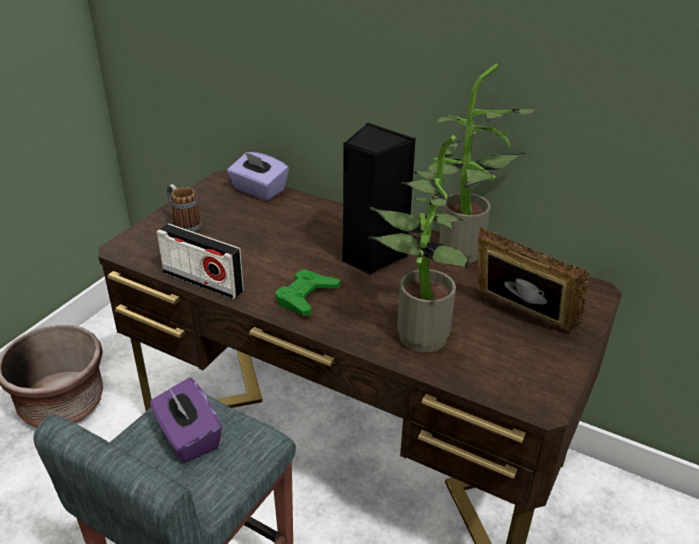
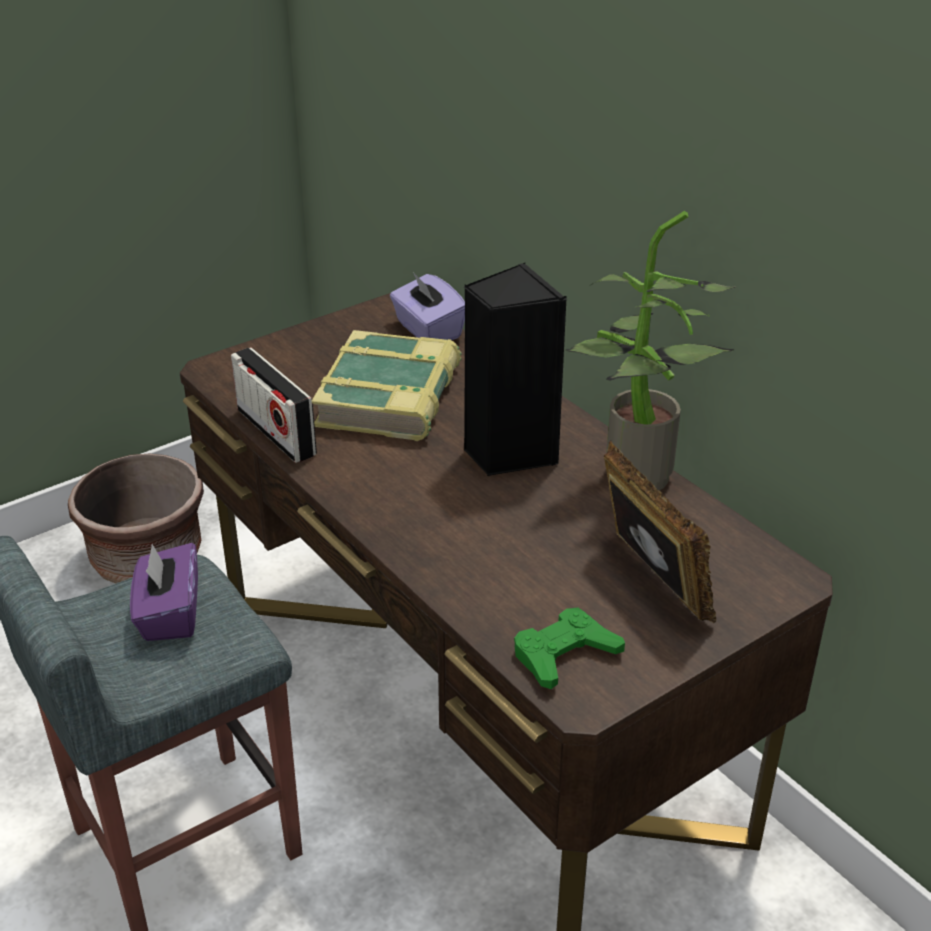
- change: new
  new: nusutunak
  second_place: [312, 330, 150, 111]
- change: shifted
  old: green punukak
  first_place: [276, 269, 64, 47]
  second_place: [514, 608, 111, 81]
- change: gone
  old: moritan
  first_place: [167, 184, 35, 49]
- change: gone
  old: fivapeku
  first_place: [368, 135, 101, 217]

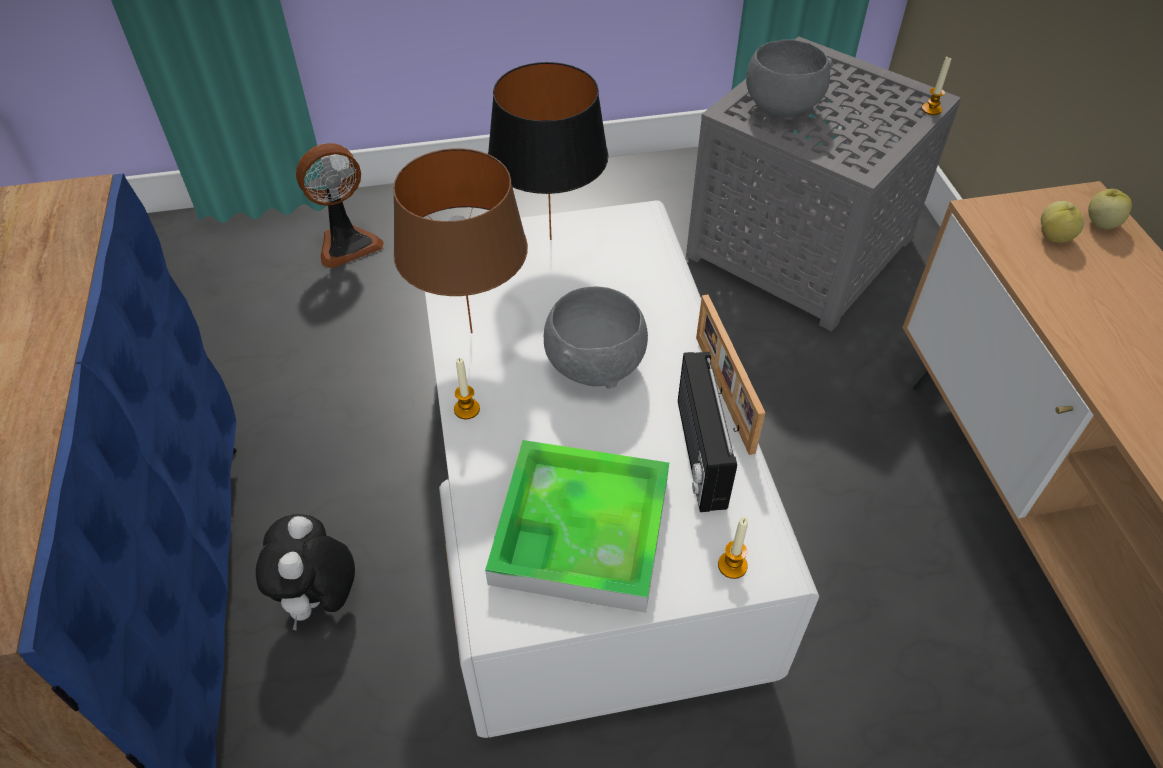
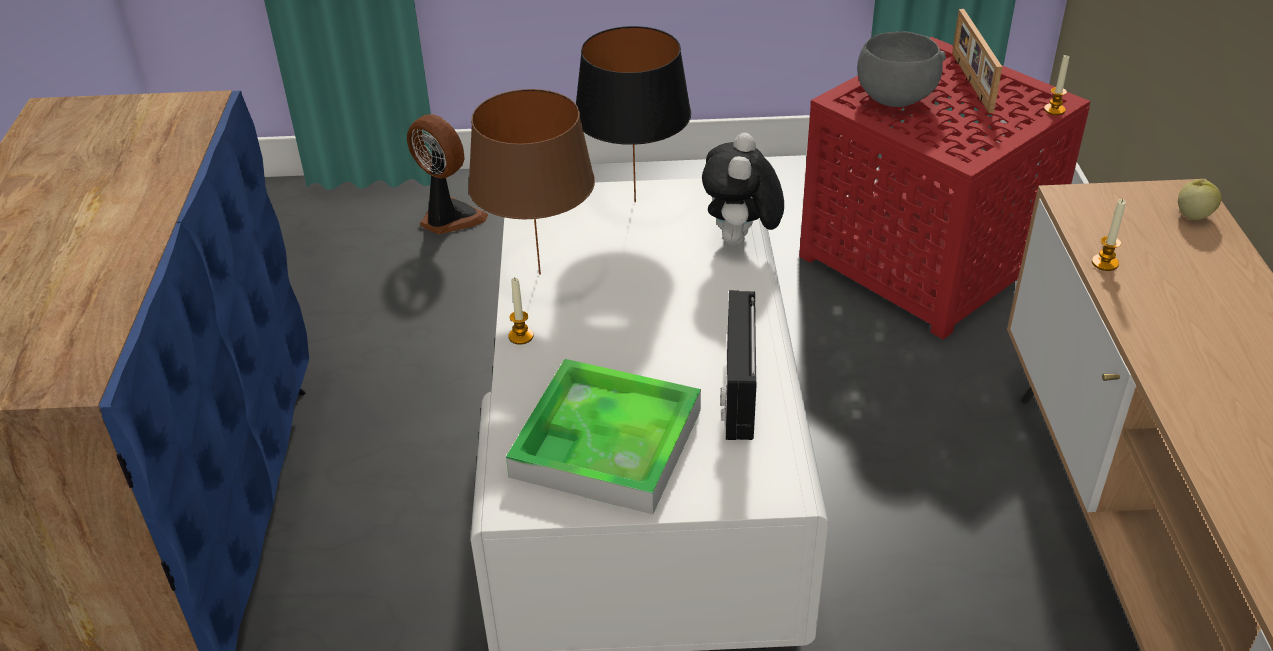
- change: rotated
  old: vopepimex
  first_place: [296, 143, 88, 126]
  second_place: [407, 114, 81, 120]
  degrees: -120
- change: shifted
  old: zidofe
  first_place: [256, 514, 99, 117]
  second_place: [702, 133, 82, 113]
- change: repainted
  old: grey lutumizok
  new: red lutumizok
  first_place: [686, 37, 275, 295]
  second_place: [799, 37, 291, 302]
- change: shifted
  old: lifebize
  first_place: [696, 294, 69, 161]
  second_place: [952, 9, 50, 104]
- change: shifted
  old: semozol
  first_place: [718, 517, 30, 62]
  second_place: [1092, 199, 34, 72]
- change: gone
  old: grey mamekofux
  first_place: [544, 287, 104, 102]
- change: gone
  old: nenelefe
  first_place: [1041, 201, 43, 42]

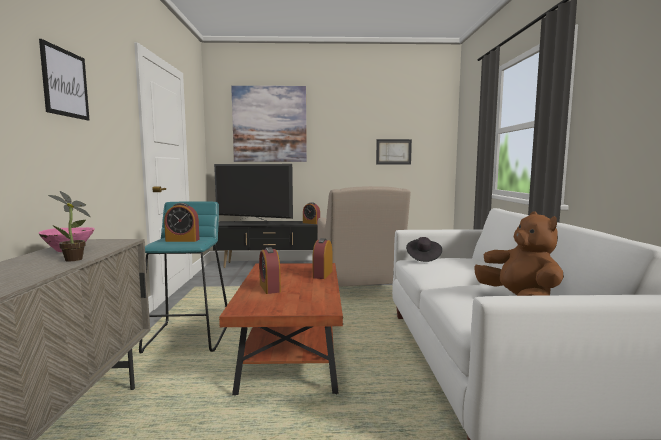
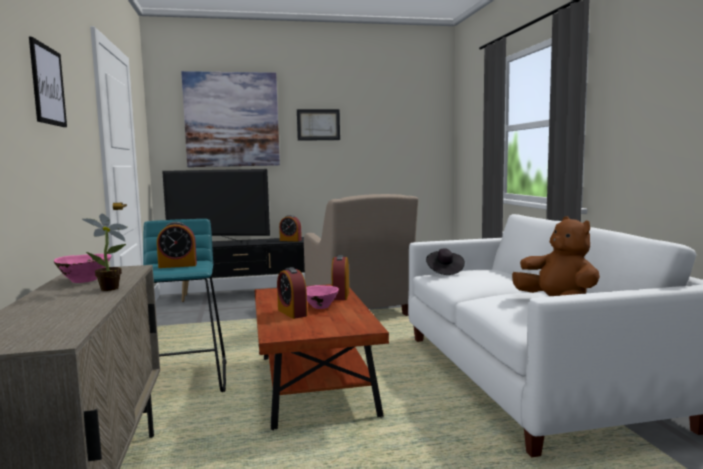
- change: shifted
  old: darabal
  first_place: [376, 139, 36, 26]
  second_place: [297, 109, 43, 32]
- change: new
  new: pink mamekofux
  second_place: [306, 285, 33, 24]

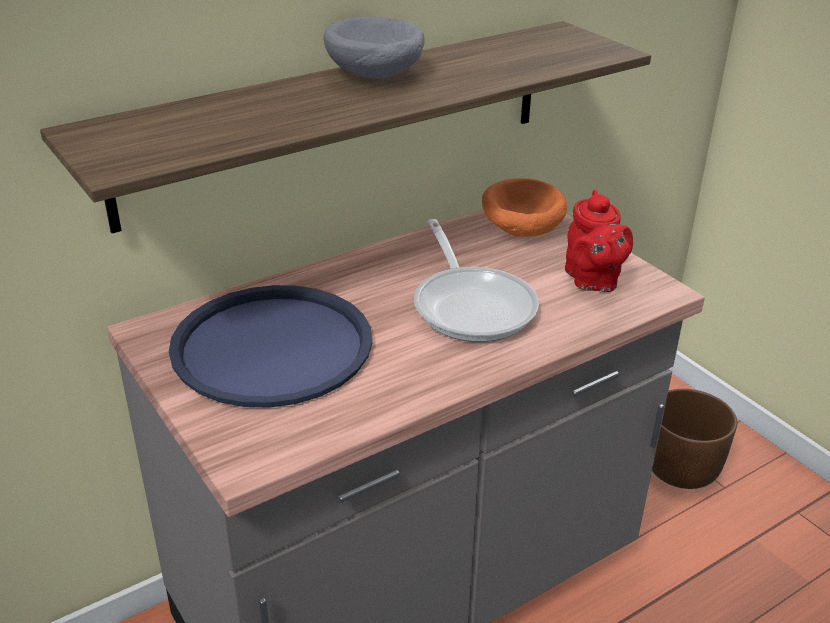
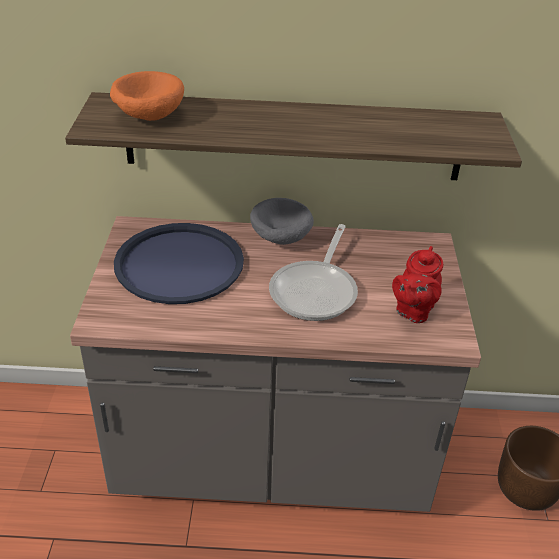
- change: shifted
  old: orange mamekofux
  first_place: [482, 178, 85, 59]
  second_place: [110, 71, 74, 50]
- change: shifted
  old: grey mamekofux
  first_place: [323, 16, 101, 63]
  second_place: [250, 198, 64, 47]

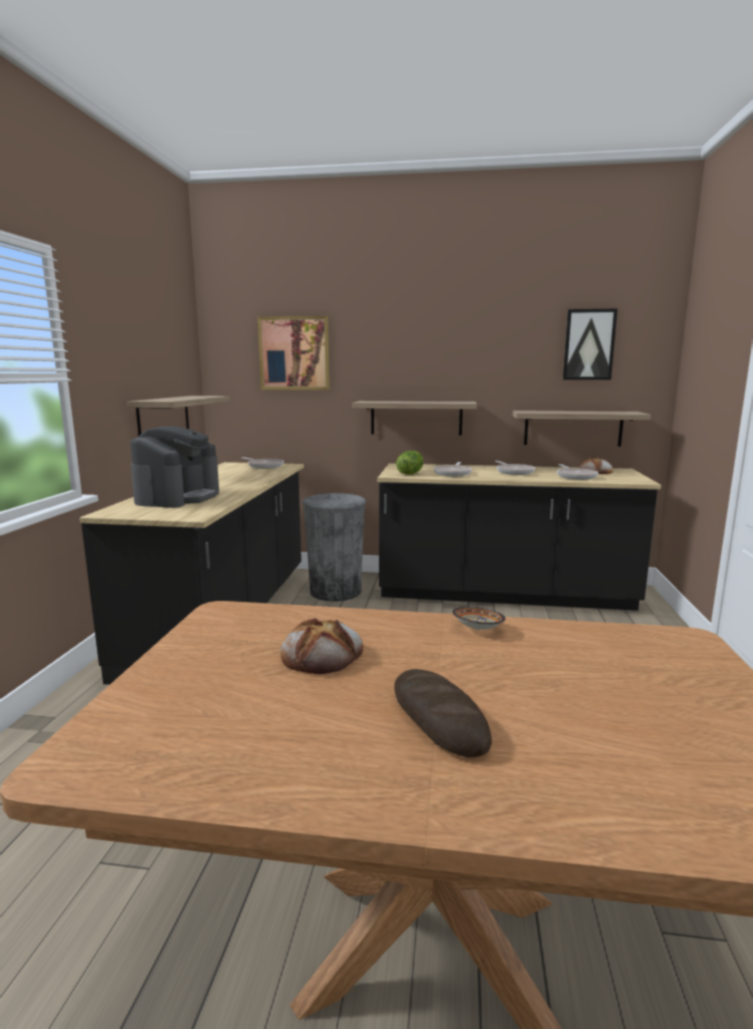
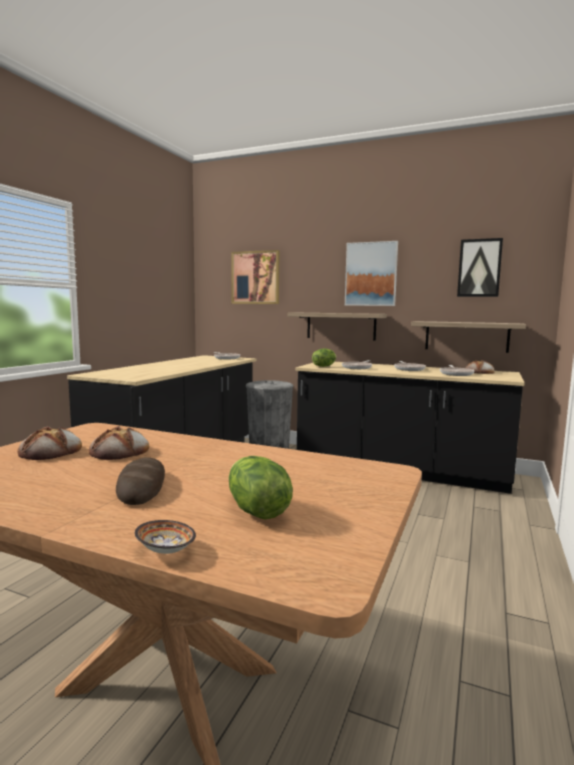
- change: new
  new: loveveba
  second_place: [17, 426, 65, 34]
- change: shifted
  old: mamekofux
  first_place: [452, 607, 53, 23]
  second_place: [135, 520, 61, 34]
- change: new
  new: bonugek
  second_place: [229, 456, 64, 63]
- change: new
  new: darabal
  second_place: [345, 241, 53, 65]
- change: gone
  old: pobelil
  first_place: [127, 396, 103, 41]
- change: gone
  old: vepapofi
  first_place: [130, 426, 89, 82]

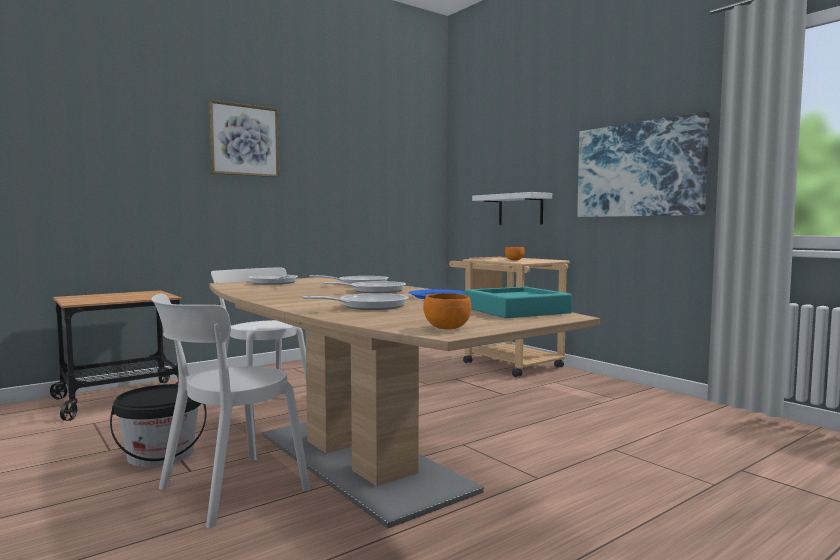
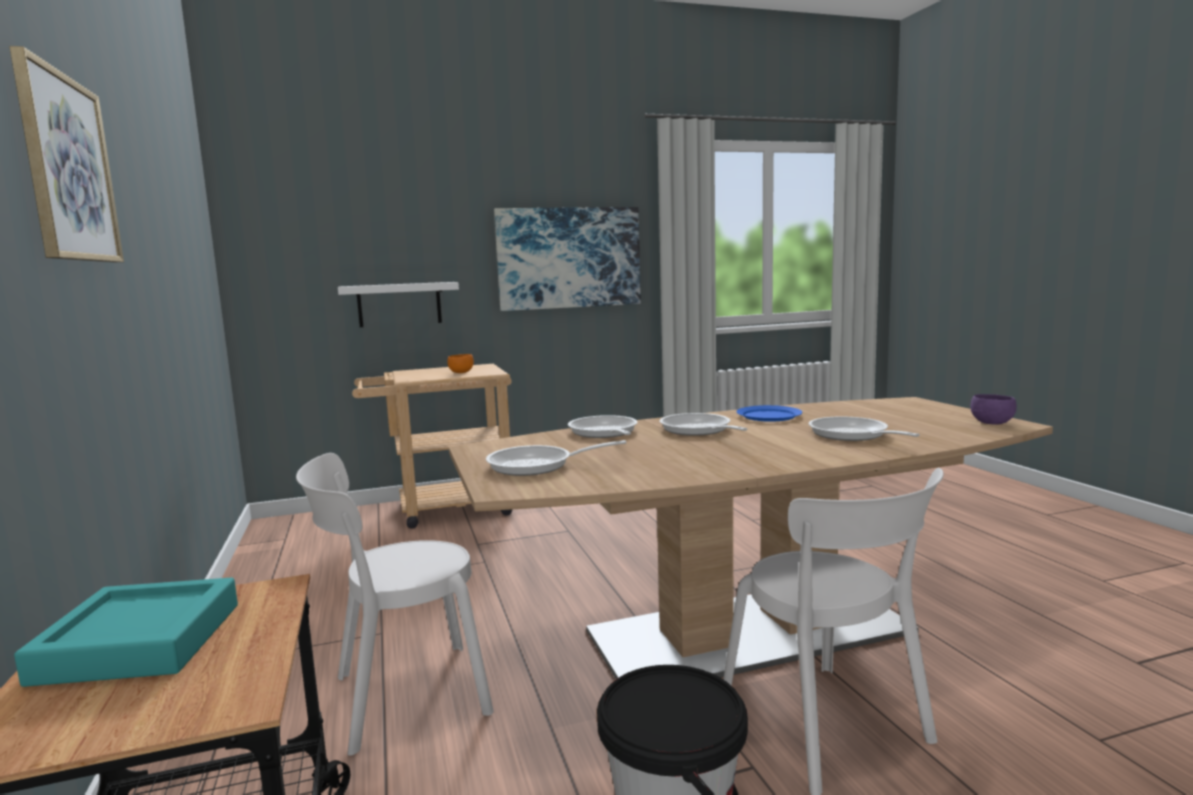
- change: shifted
  old: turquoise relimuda
  first_place: [465, 287, 107, 31]
  second_place: [14, 578, 224, 109]
- change: repainted
  old: orange mamekofux
  new: purple mamekofux
  first_place: [423, 293, 48, 36]
  second_place: [971, 394, 46, 31]

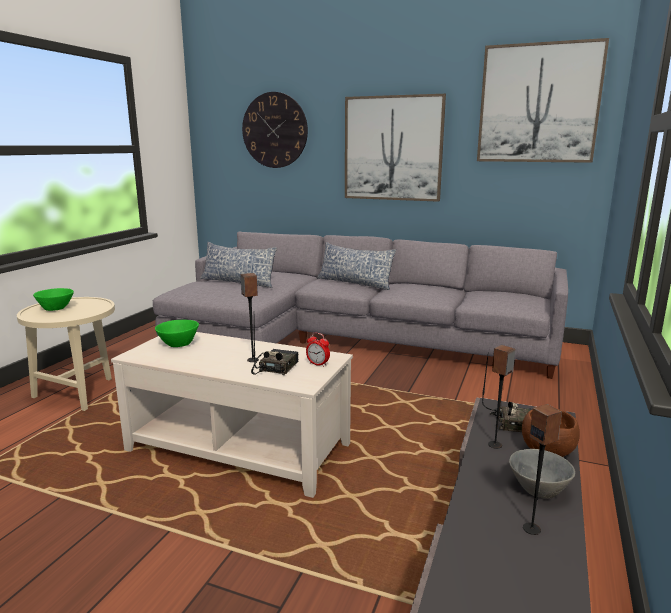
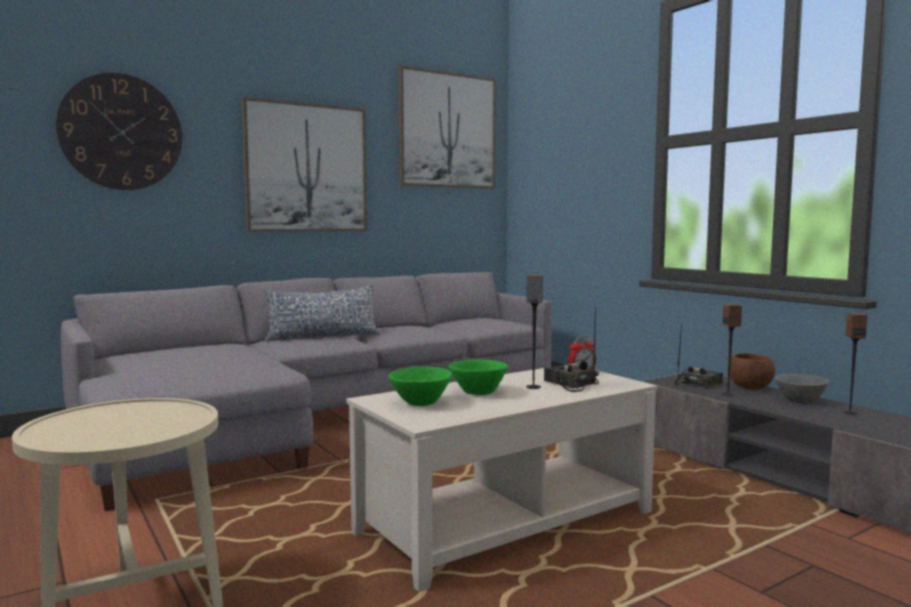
- change: shifted
  old: green mamekofux
  first_place: [33, 288, 41, 23]
  second_place: [449, 360, 59, 35]
- change: gone
  old: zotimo
  first_place: [200, 242, 77, 46]

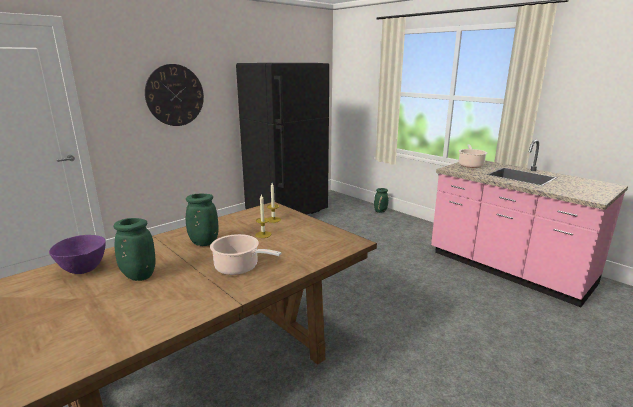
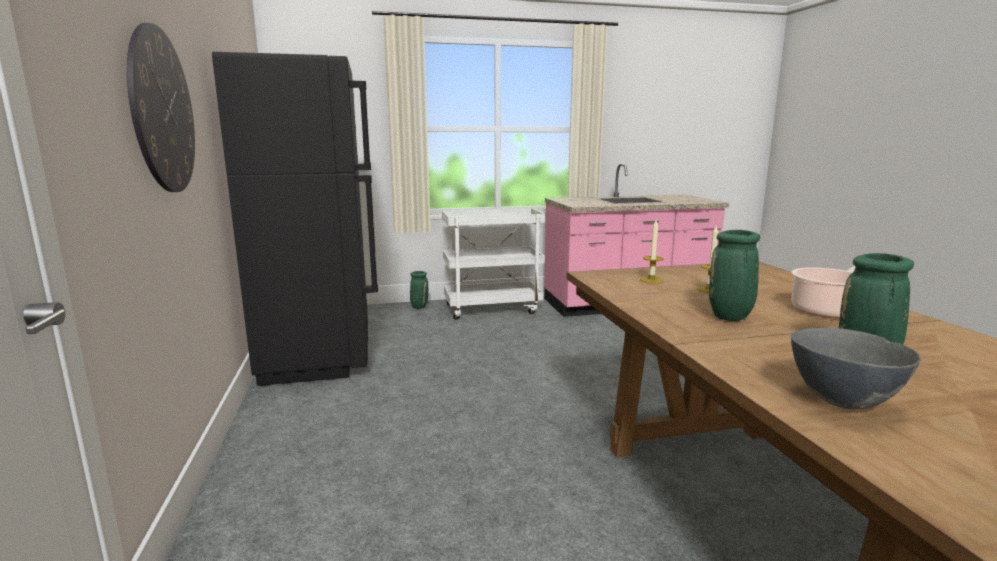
- change: new
  new: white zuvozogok
  second_place: [442, 208, 103, 112]
- change: repainted
  old: purple mamekofux
  new: grey mamekofux
  first_place: [49, 235, 57, 39]
  second_place: [791, 328, 130, 81]
- change: gone
  old: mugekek
  first_place: [459, 144, 28, 24]

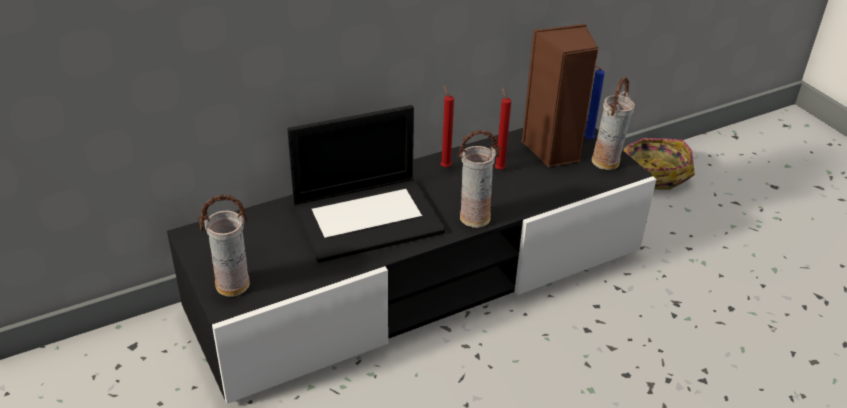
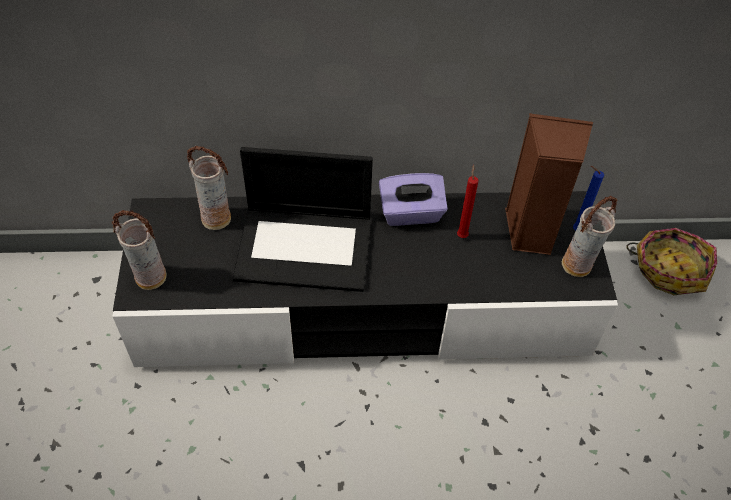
- change: shifted
  old: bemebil
  first_place: [457, 130, 44, 98]
  second_place: [187, 146, 44, 84]
- change: swapped
  old: red semozol
  new: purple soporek
  first_place: [441, 85, 13, 83]
  second_place: [379, 173, 69, 53]

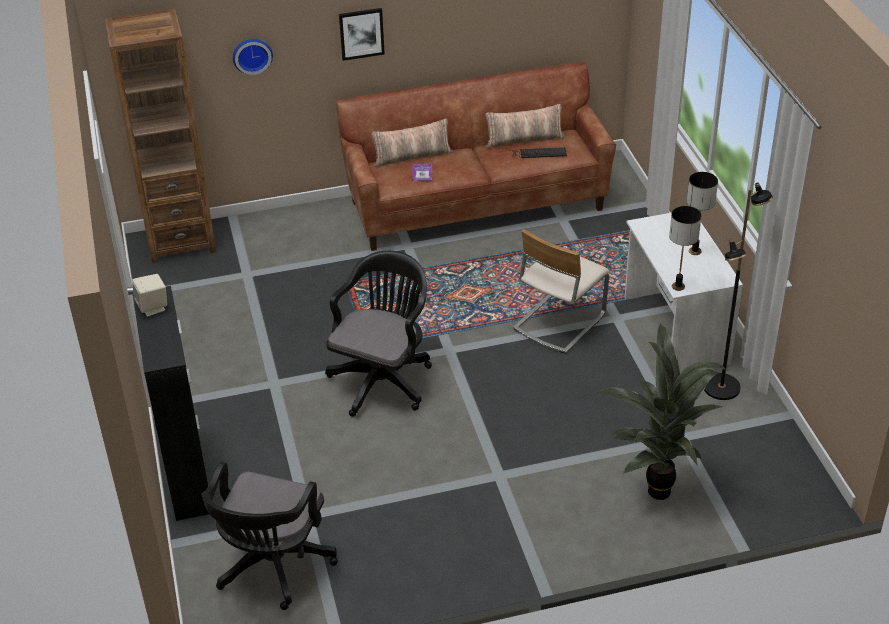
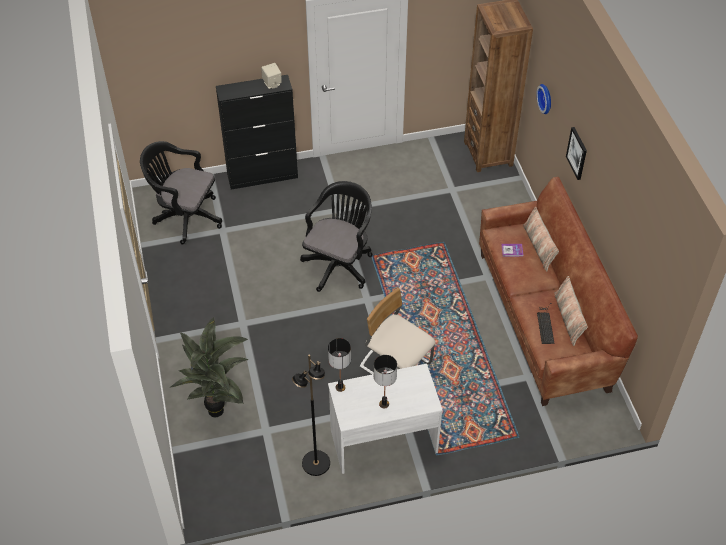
- change: rotated
  old: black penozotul
  first_place: [325, 251, 107, 166]
  second_place: [300, 181, 73, 111]
  degrees: -90

